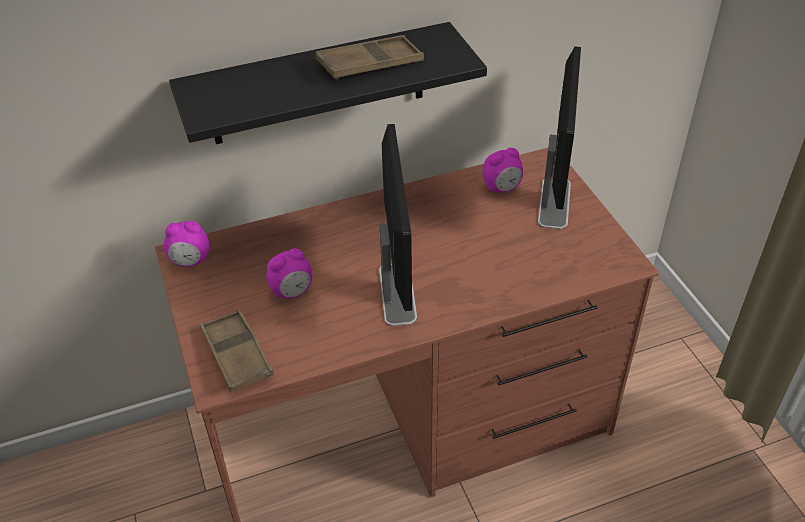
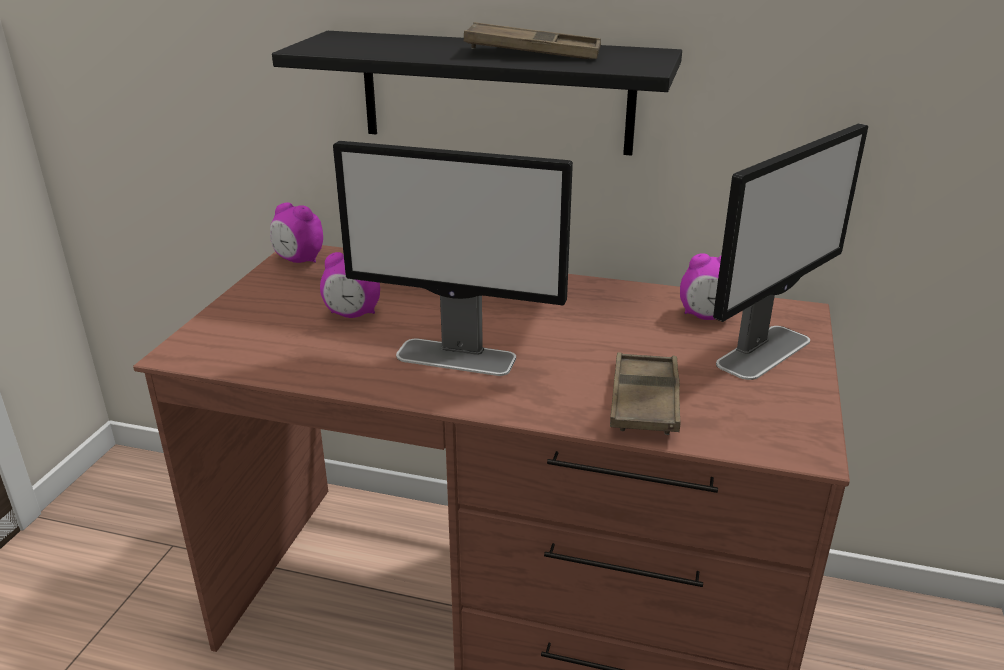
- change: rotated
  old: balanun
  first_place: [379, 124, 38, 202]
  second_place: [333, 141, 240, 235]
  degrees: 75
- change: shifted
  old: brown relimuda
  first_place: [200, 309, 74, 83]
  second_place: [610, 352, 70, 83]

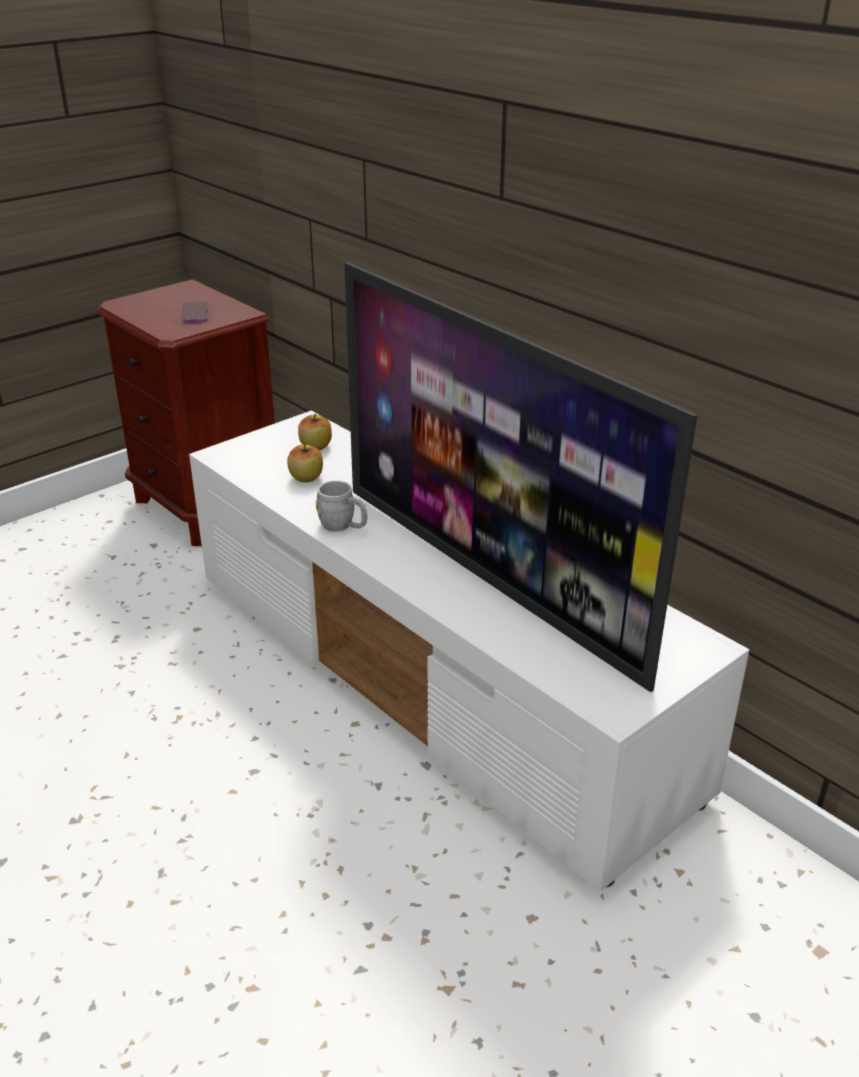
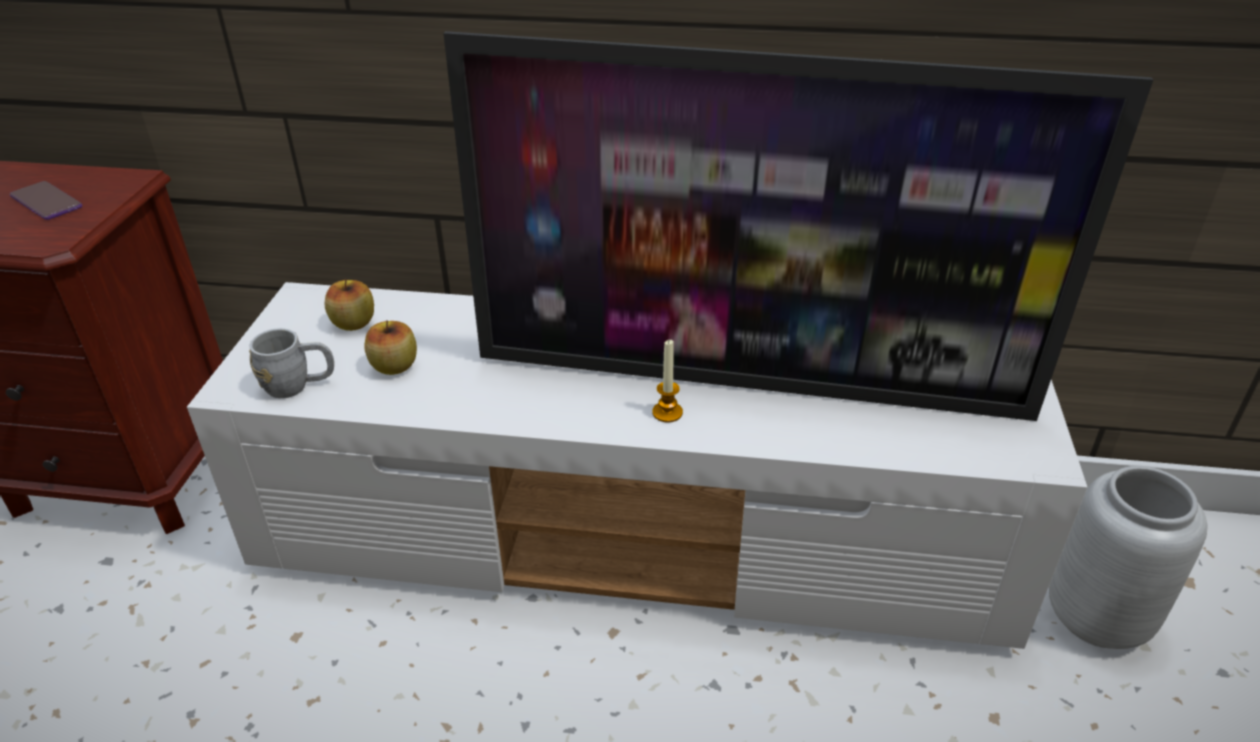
- change: shifted
  old: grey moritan
  first_place: [316, 480, 51, 52]
  second_place: [249, 328, 85, 70]
- change: new
  new: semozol
  second_place: [652, 340, 31, 83]
- change: new
  new: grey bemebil
  second_place: [1049, 466, 158, 183]

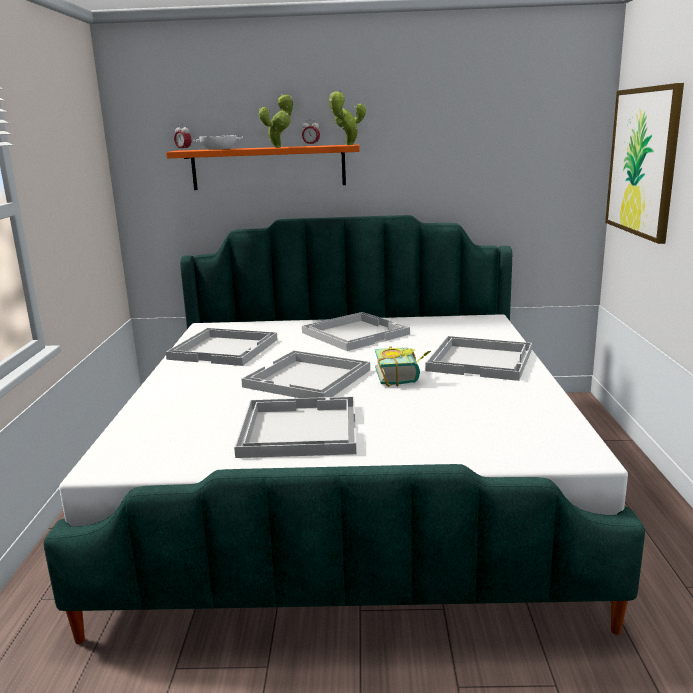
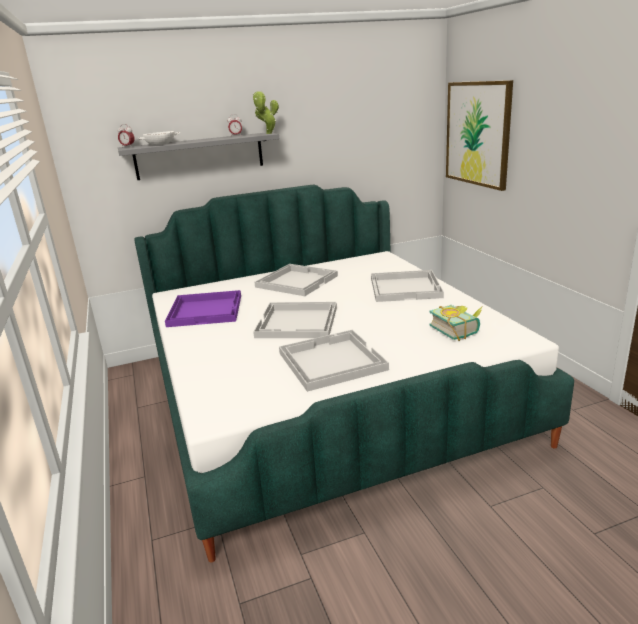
- change: repainted
  old: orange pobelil
  new: grey pobelil
  first_place: [166, 144, 194, 46]
  second_place: [118, 132, 161, 48]
- change: repainted
  old: white relimuda
  new: purple relimuda
  first_place: [166, 328, 112, 38]
  second_place: [165, 290, 76, 37]
- change: shifted
  old: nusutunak
  first_place: [375, 346, 56, 41]
  second_place: [429, 305, 53, 36]
- change: gone
  old: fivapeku
  first_place: [259, 94, 34, 54]

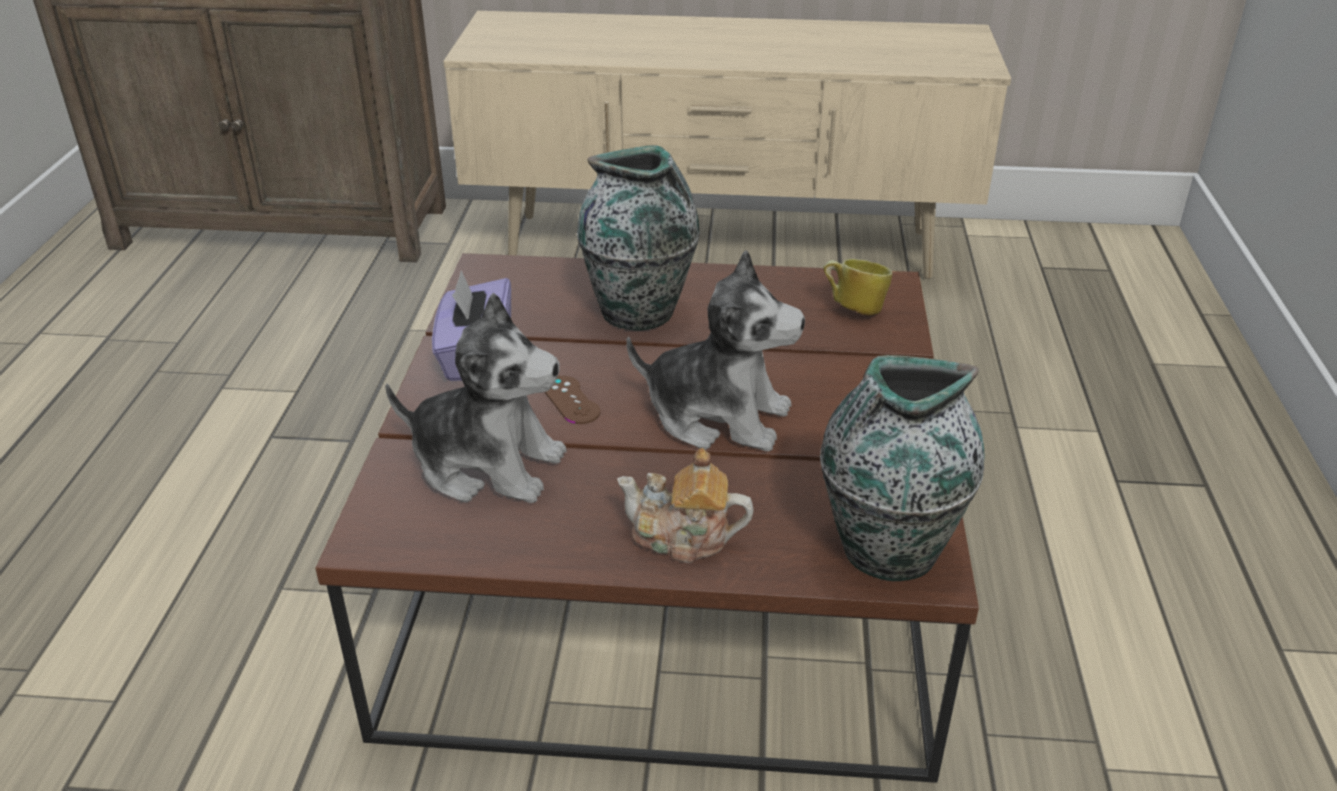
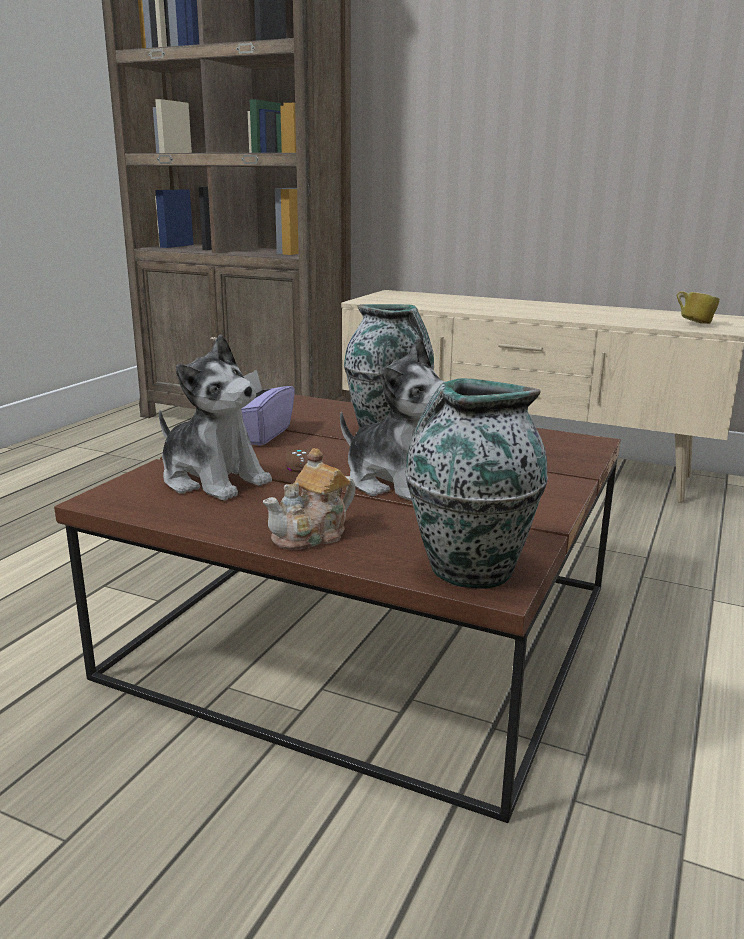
- change: rotated
  old: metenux
  first_place: [617, 448, 137, 115]
  second_place: [263, 448, 93, 102]
  degrees: -75
- change: shifted
  old: moritan
  first_place: [823, 259, 69, 57]
  second_place: [677, 291, 43, 33]

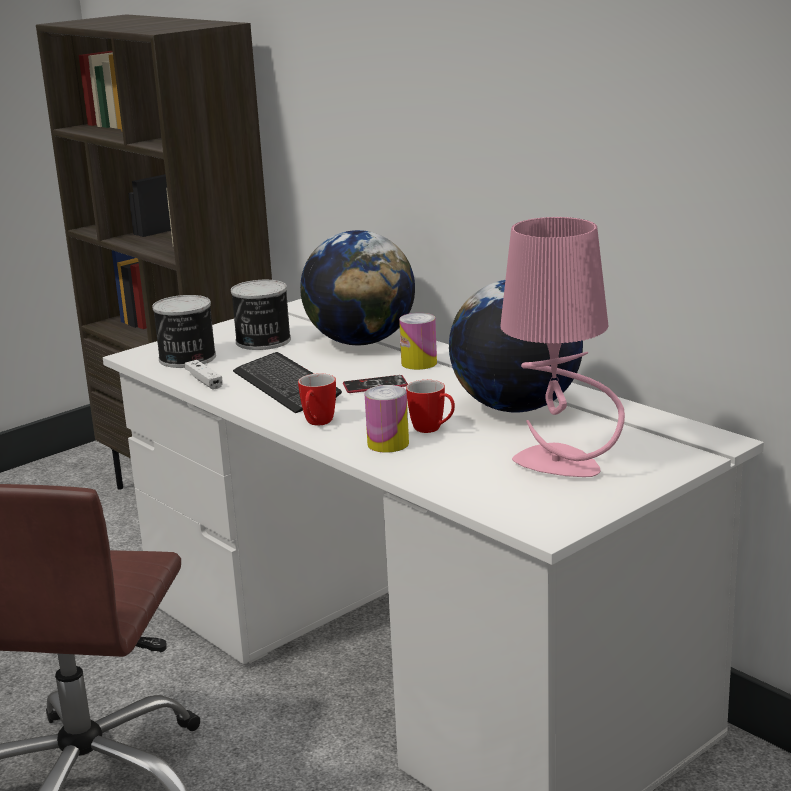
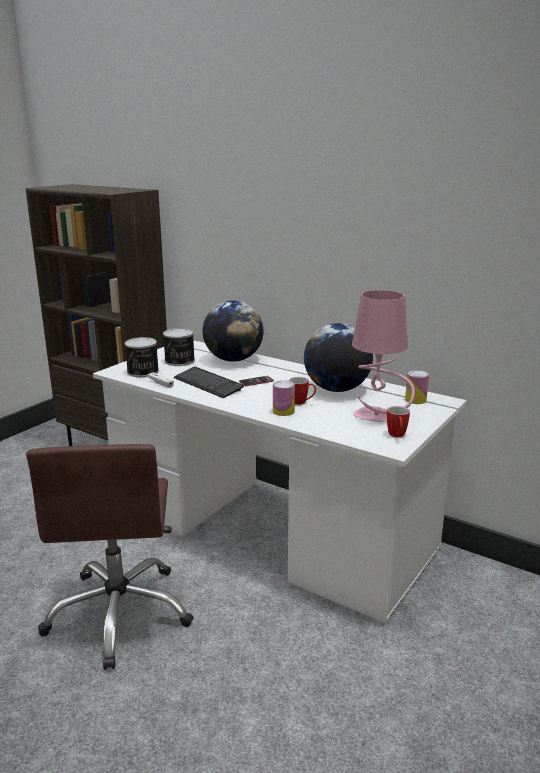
- change: shifted
  old: moritan
  first_place: [298, 373, 38, 52]
  second_place: [387, 406, 23, 31]
- change: shifted
  old: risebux
  first_place: [399, 313, 38, 57]
  second_place: [405, 370, 24, 34]

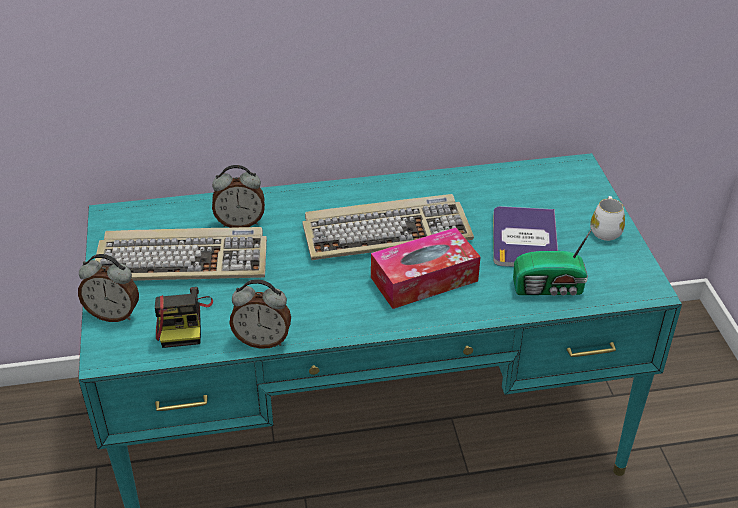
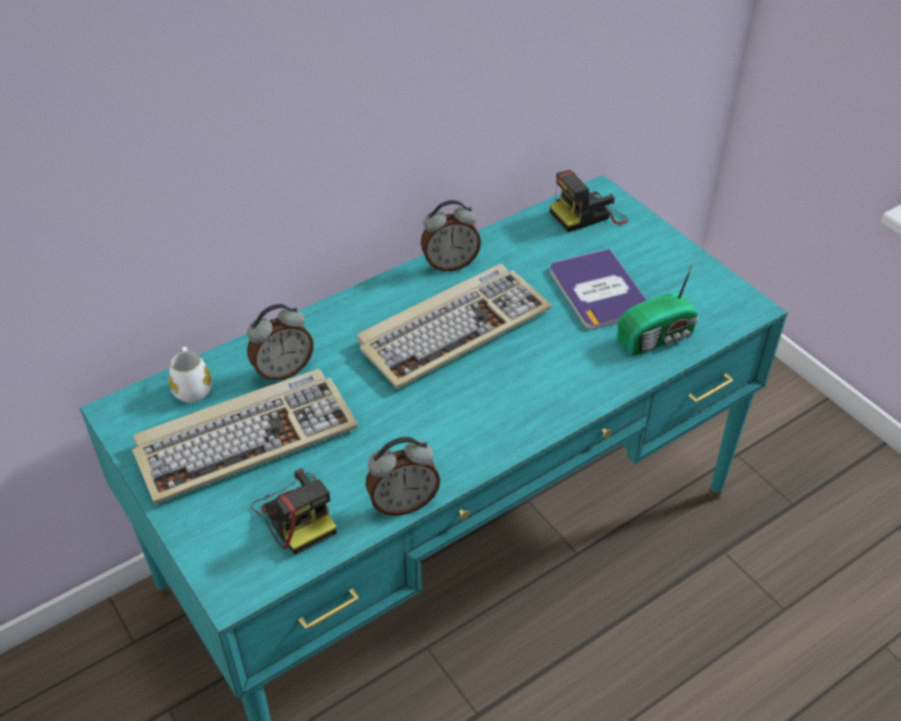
- change: shifted
  old: white moritan
  first_place: [590, 196, 35, 45]
  second_place: [169, 346, 43, 57]
- change: shifted
  old: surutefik
  first_place: [78, 254, 61, 68]
  second_place: [421, 200, 60, 72]
- change: new
  new: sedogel
  second_place: [550, 170, 78, 62]
- change: gone
  old: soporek
  first_place: [371, 228, 110, 81]

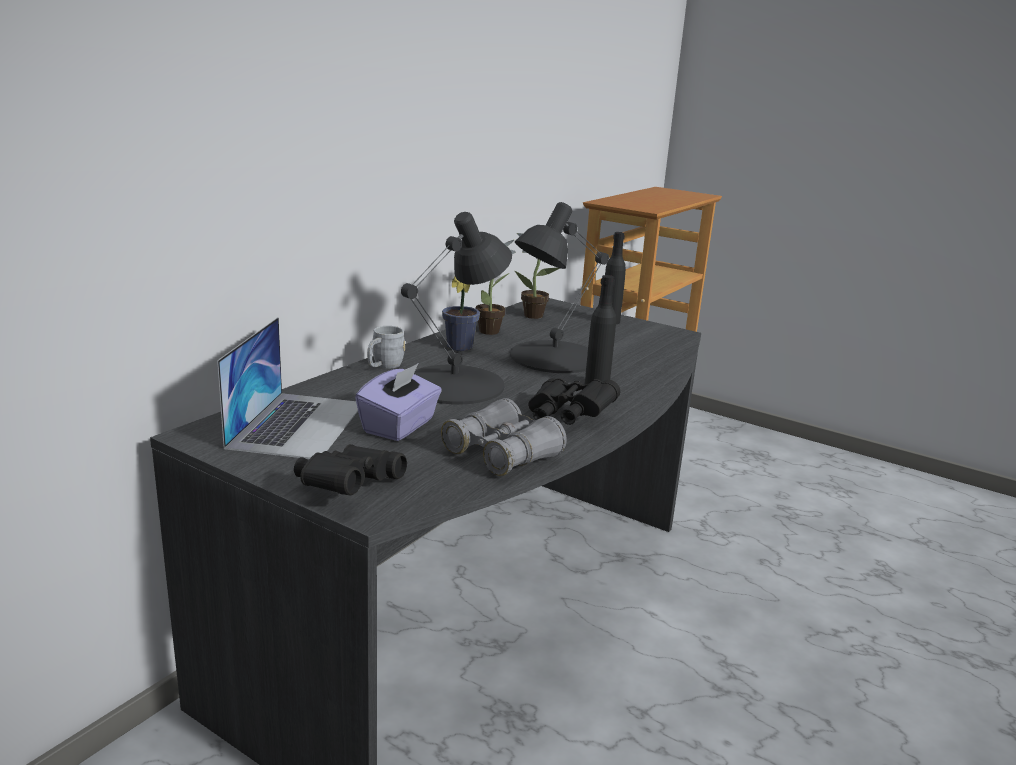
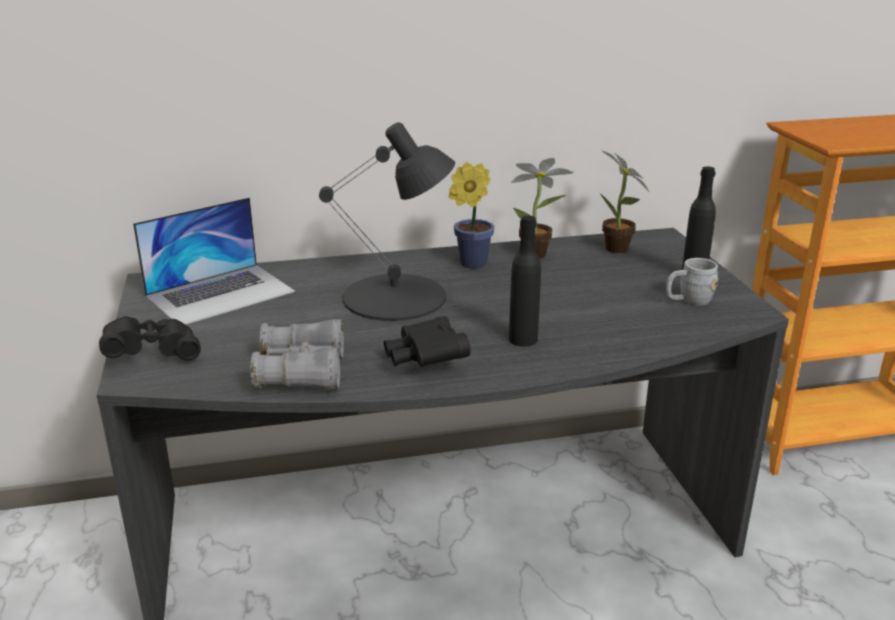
- change: shifted
  old: grey moritan
  first_place: [367, 326, 38, 43]
  second_place: [666, 258, 52, 48]
- change: gone
  old: purple soporek
  first_place: [355, 363, 87, 78]
- change: gone
  old: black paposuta
  first_place: [510, 202, 99, 171]

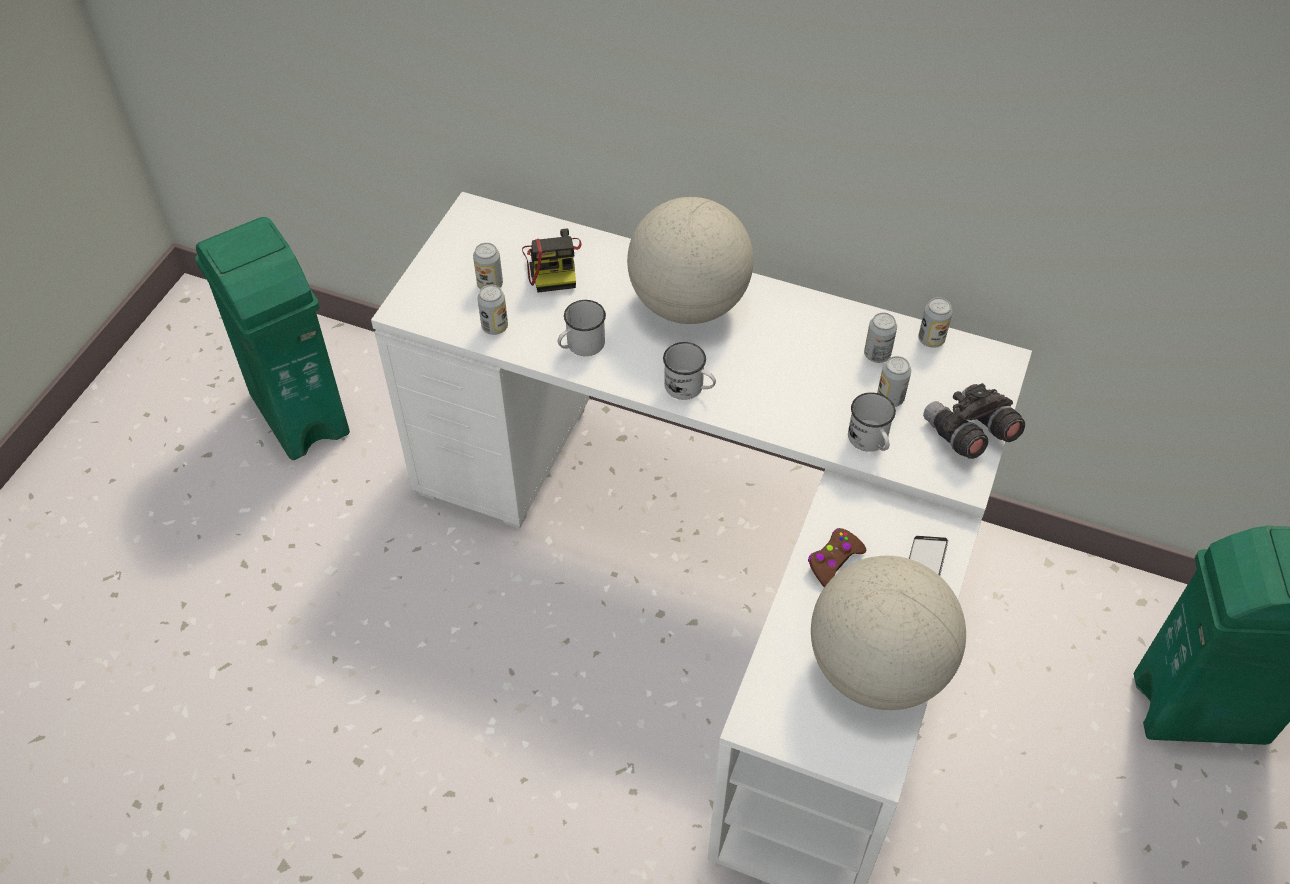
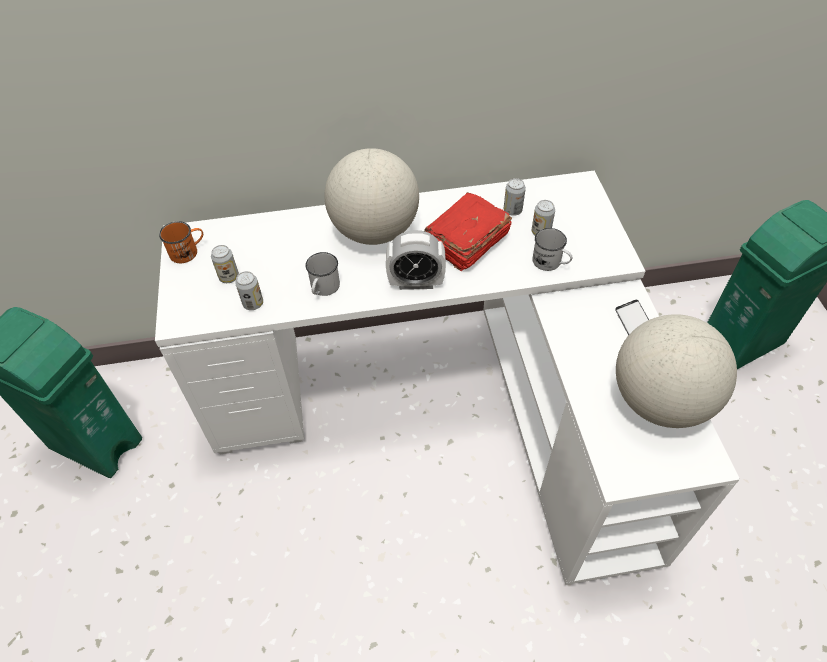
- change: new
  new: orange moritan
  second_place: [159, 221, 44, 42]
- change: swapped
  old: white moritan
  new: surutefik
  first_place: [663, 342, 53, 58]
  second_place: [386, 230, 60, 60]
- change: new
  new: red nusutunak
  second_place: [424, 192, 88, 79]
- change: gone
  old: sedogel
  first_place: [522, 229, 60, 63]
- change: gone
  old: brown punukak
  first_place: [808, 528, 58, 59]
- change: gone
  old: risebux
  first_place: [918, 297, 35, 51]
- change: gone
  old: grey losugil
  first_place: [923, 383, 102, 76]

